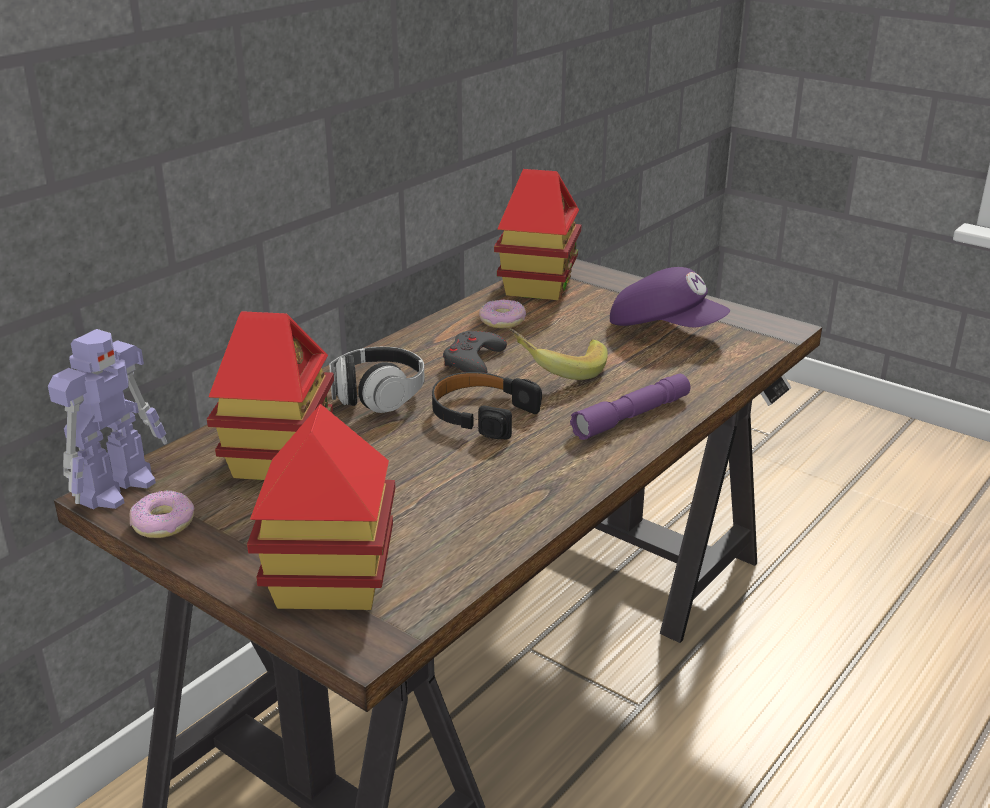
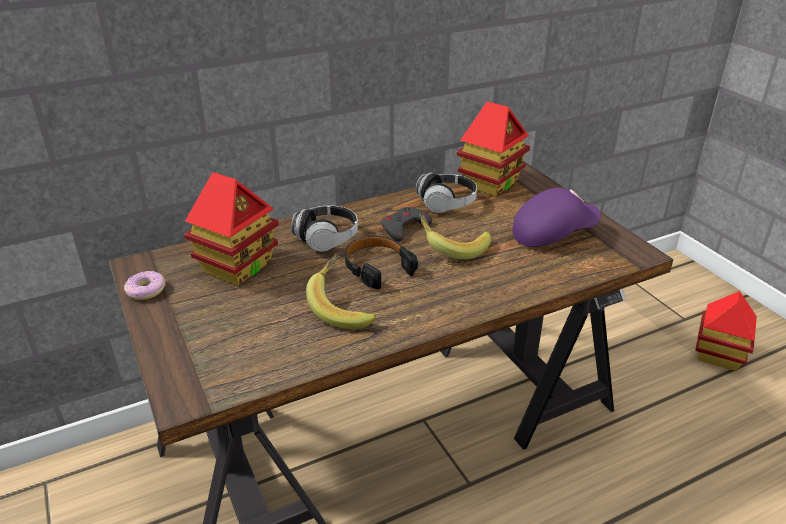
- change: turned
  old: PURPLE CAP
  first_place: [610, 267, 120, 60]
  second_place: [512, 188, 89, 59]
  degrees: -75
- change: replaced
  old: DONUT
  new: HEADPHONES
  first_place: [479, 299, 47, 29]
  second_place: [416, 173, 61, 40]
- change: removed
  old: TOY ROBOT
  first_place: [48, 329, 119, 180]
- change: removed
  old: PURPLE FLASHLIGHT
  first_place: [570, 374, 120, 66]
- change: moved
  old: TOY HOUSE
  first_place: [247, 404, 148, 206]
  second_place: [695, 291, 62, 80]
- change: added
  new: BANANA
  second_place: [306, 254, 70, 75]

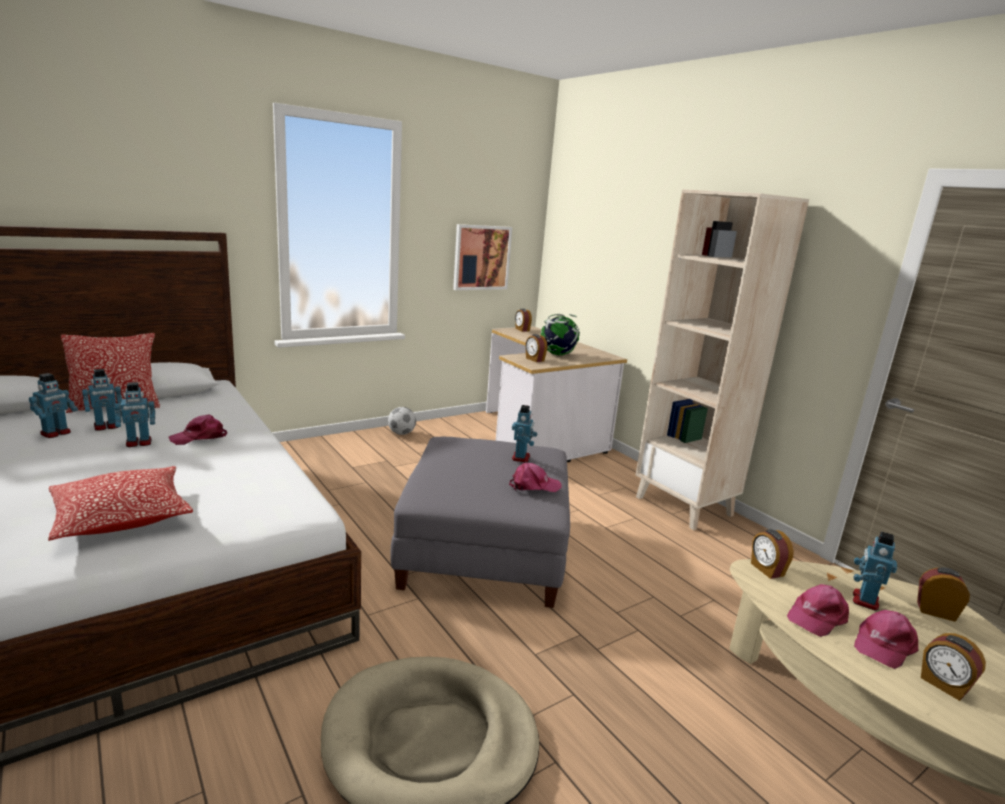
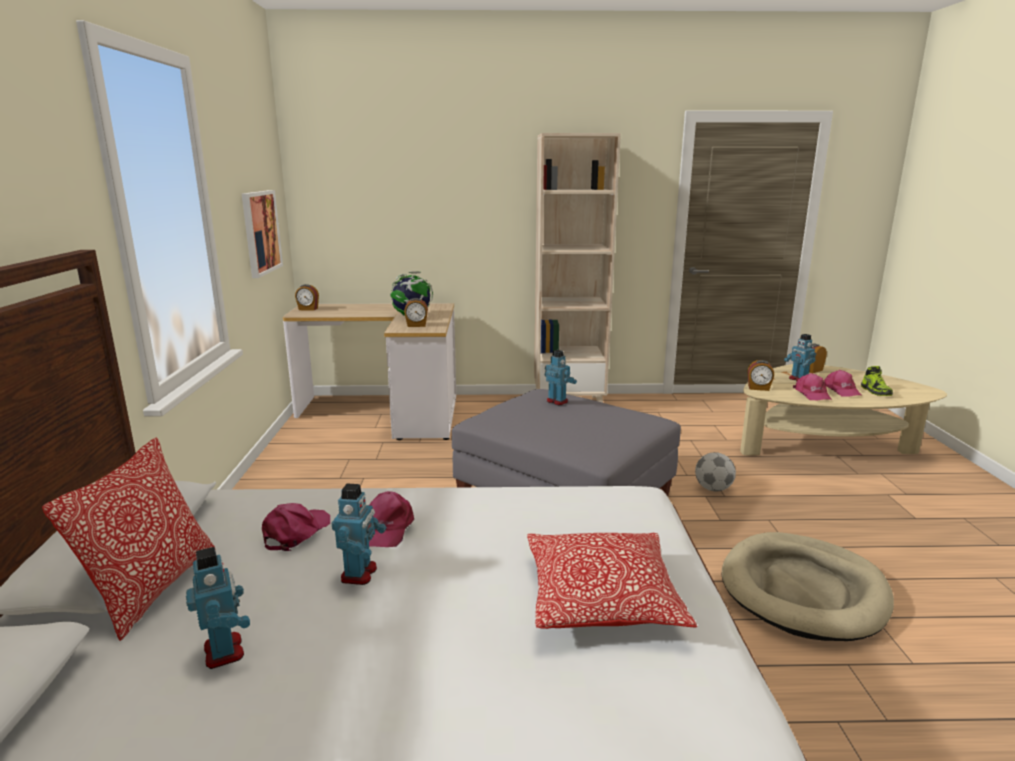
- change: removed
  old: TOY ROBOT
  first_place: [82, 369, 40, 62]
- change: moved
  old: FOOTBALL
  first_place: [388, 407, 28, 28]
  second_place: [695, 452, 41, 39]
- change: moved
  old: PINK CAP
  first_place: [509, 463, 53, 29]
  second_place: [262, 503, 68, 48]
- change: replaced
  old: ALARM CLOCK
  new: SHOE
  first_place: [921, 633, 65, 68]
  second_place: [861, 366, 32, 30]

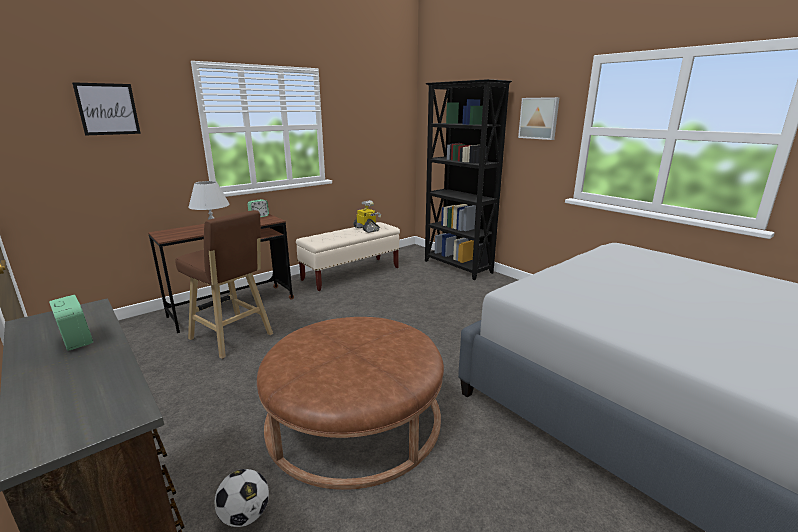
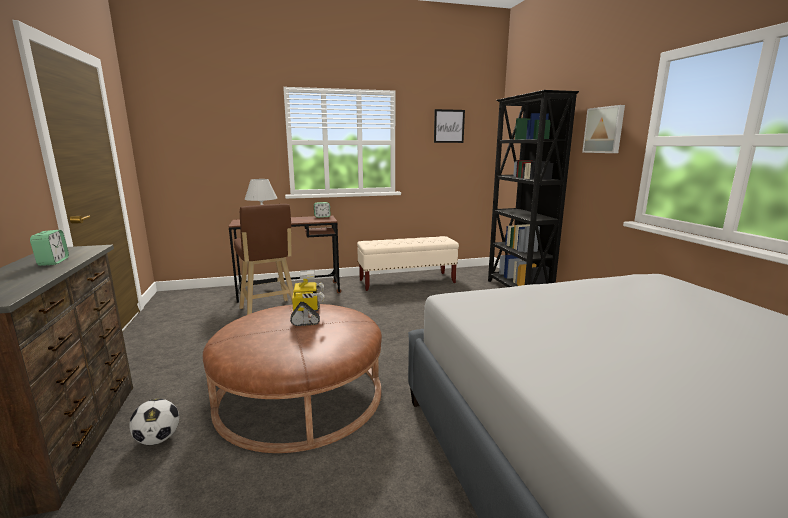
- change: moved
  old: PICTURE
  first_place: [72, 82, 69, 53]
  second_place: [434, 109, 31, 34]
- change: moved
  old: TOY ROBOT
  first_place: [353, 200, 28, 33]
  second_place: [290, 270, 34, 56]

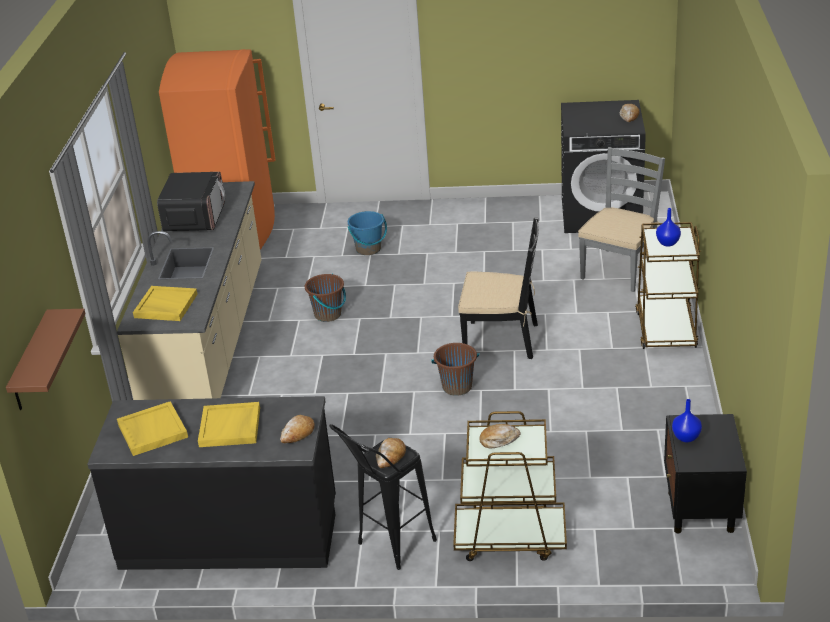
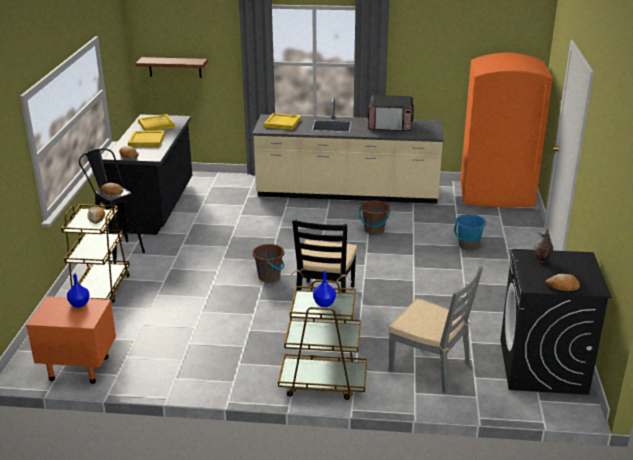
- change: recoloured
  old: BLACK NIGHTSTAND
  new: ORANGE NIGHTSTAND
  first_place: [664, 414, 83, 119]
  second_place: [26, 296, 90, 88]
- change: added
  new: VASE
  second_place: [534, 229, 19, 34]

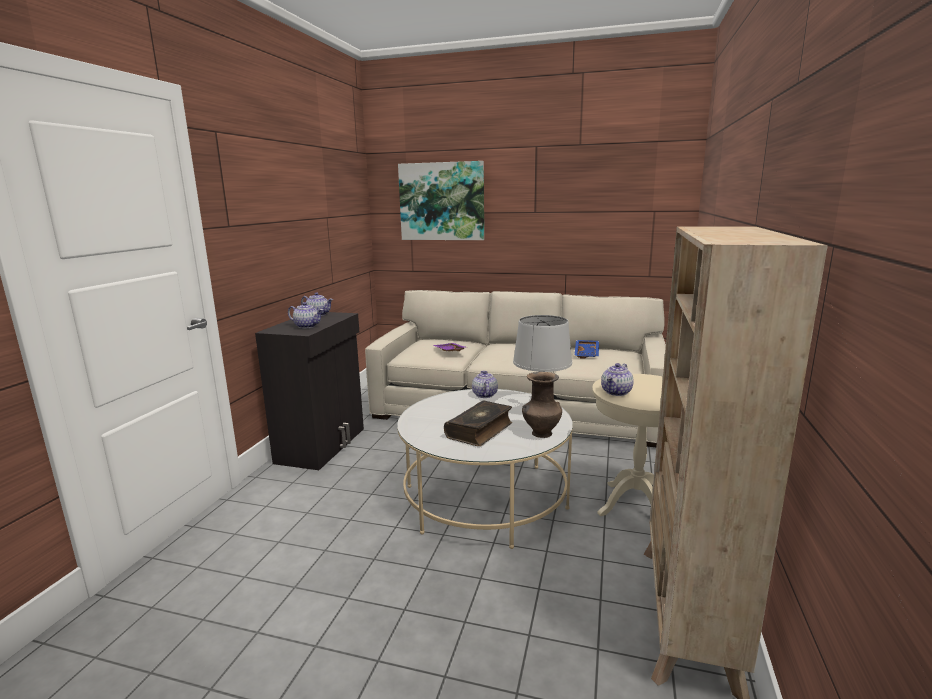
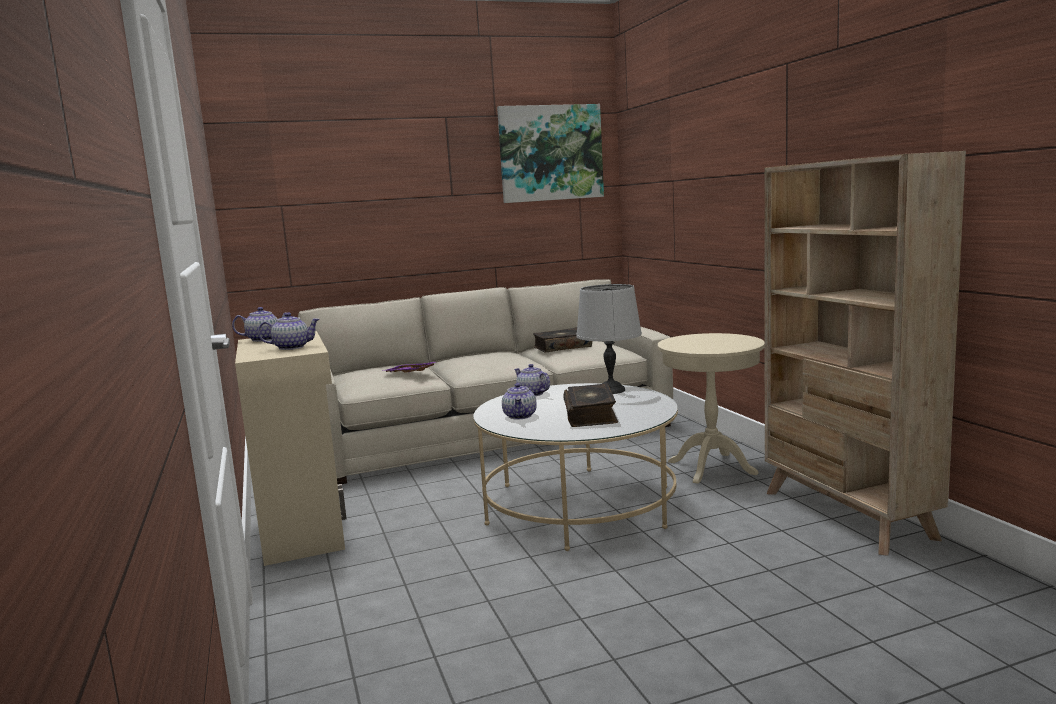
- change: moved
  old: PICTURE
  first_place: [398, 161, 86, 79]
  second_place: [497, 104, 107, 99]
- change: recoloured
  old: BLACK CABINET
  new: BEIGE CABINET
  first_place: [255, 312, 109, 158]
  second_place: [235, 331, 112, 235]
- change: replaced
  old: BLUE TRAY
  new: BOOK
  first_place: [574, 340, 25, 19]
  second_place: [533, 327, 59, 26]
- change: moved
  old: TEAPOT
  first_place: [601, 363, 32, 33]
  second_place: [502, 383, 35, 37]
- change: removed
  old: BROWN VASE
  first_place: [522, 372, 40, 66]

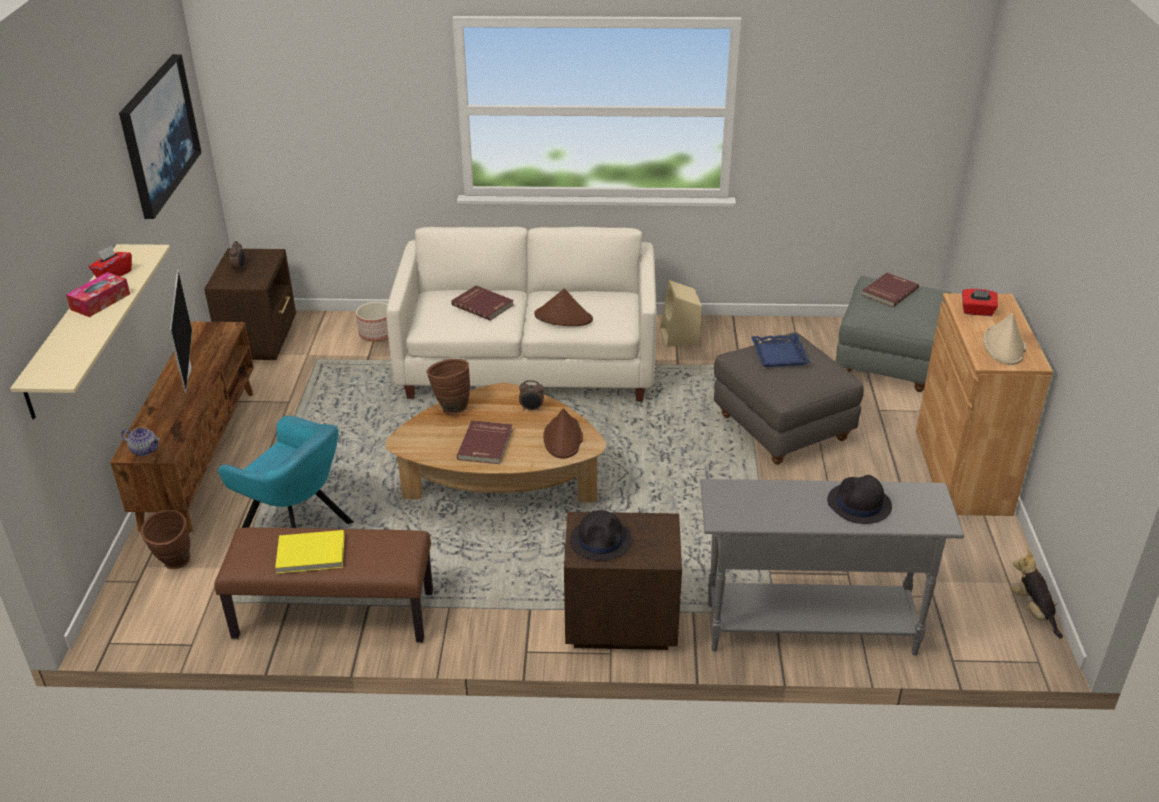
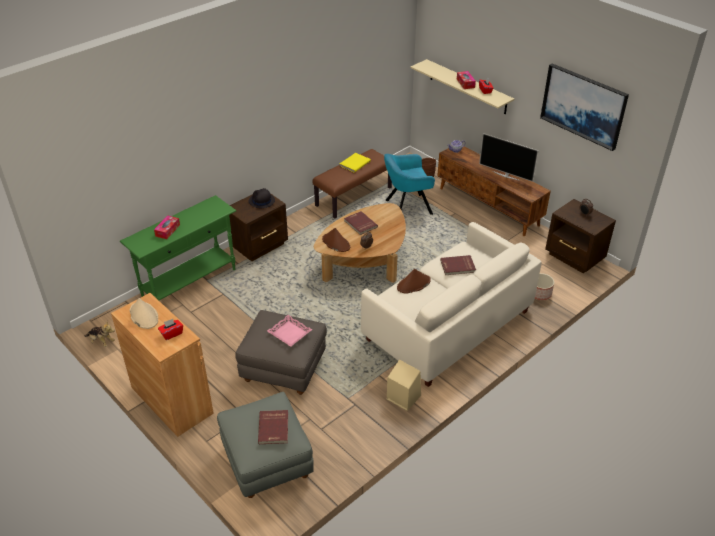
- change: recoloured
  old: BLUE TRAY
  new: PINK TRAY
  first_place: [751, 334, 59, 33]
  second_place: [267, 315, 45, 32]
- change: removed
  old: BROWN VASE
  first_place: [427, 359, 43, 56]
- change: replaced
  old: BLACK HAT
  new: TISSUE BOX
  first_place: [827, 475, 65, 49]
  second_place: [154, 215, 26, 24]
- change: recoloured
  old: GREY CONSOLE TABLE
  new: GREEN CONSOLE TABLE
  first_place: [700, 479, 264, 177]
  second_place: [120, 195, 116, 105]

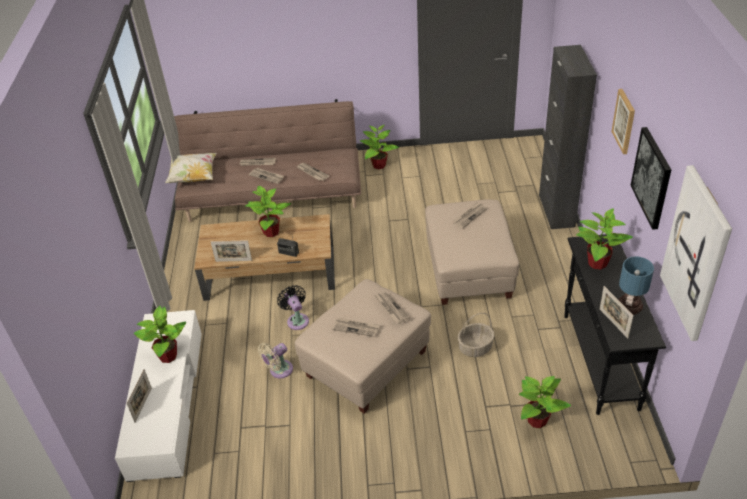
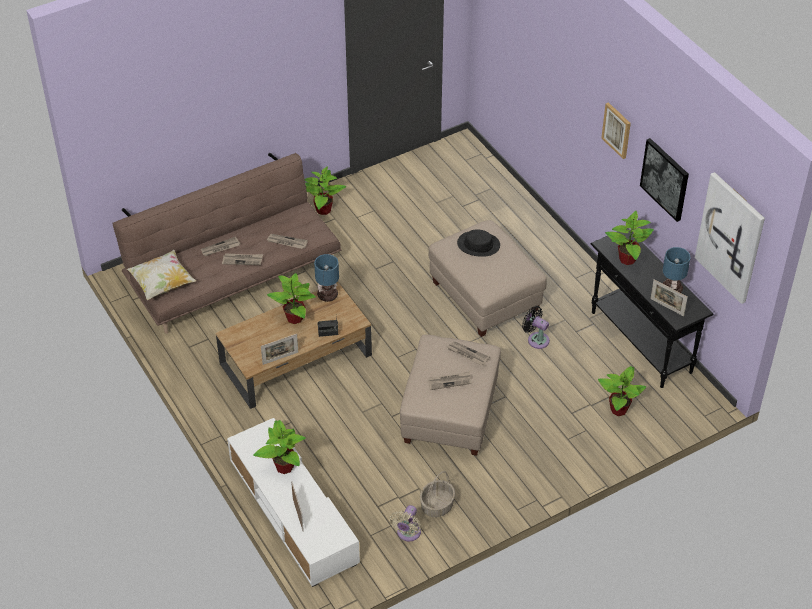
- change: removed
  old: BLACK CABINET
  first_place: [539, 45, 58, 184]
- change: replaced
  old: NEWSPAPER
  new: BLACK HAT
  first_place: [453, 201, 33, 28]
  second_place: [457, 229, 43, 28]
- change: moved
  old: BLACK FAN
  first_place: [277, 285, 32, 45]
  second_place: [522, 306, 28, 43]
- change: moved
  old: BASKET
  first_place: [458, 313, 36, 44]
  second_place: [420, 471, 35, 46]
- change: moved
  old: BEIGE FAN
  first_place: [258, 343, 35, 35]
  second_place: [390, 505, 31, 36]
- change: added
  new: TABLE LAMP
  second_place: [314, 254, 25, 48]

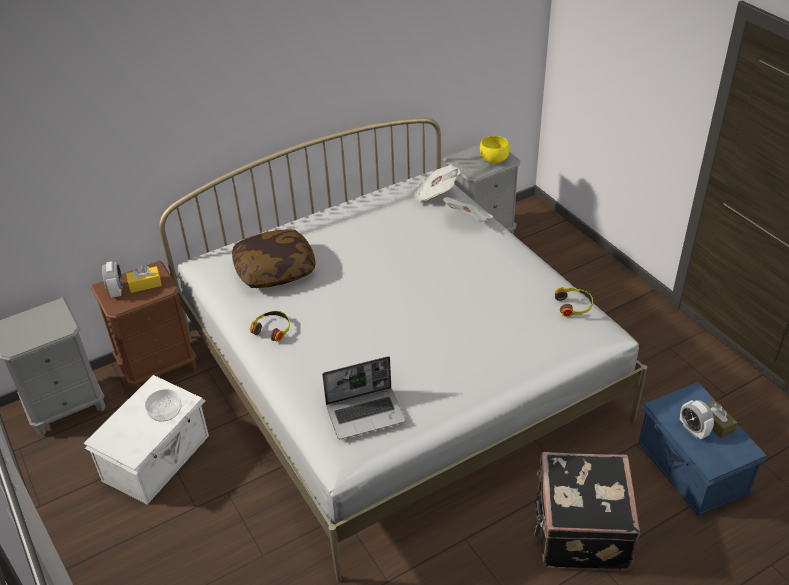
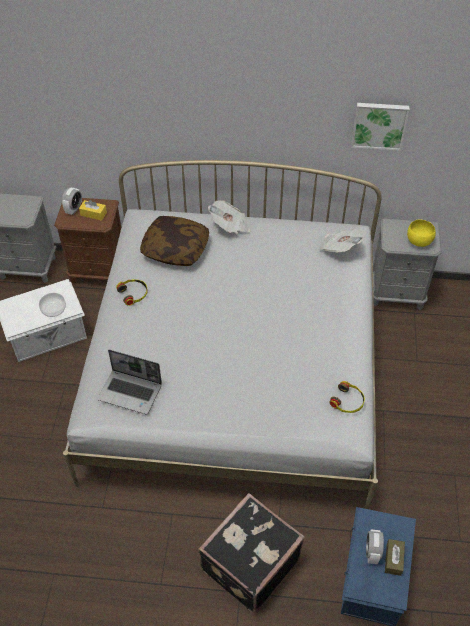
- change: moved
  old: NEWSPAPER
  first_place: [443, 197, 51, 25]
  second_place: [208, 200, 42, 34]
- change: added
  new: PICTURE
  second_place: [351, 103, 59, 48]

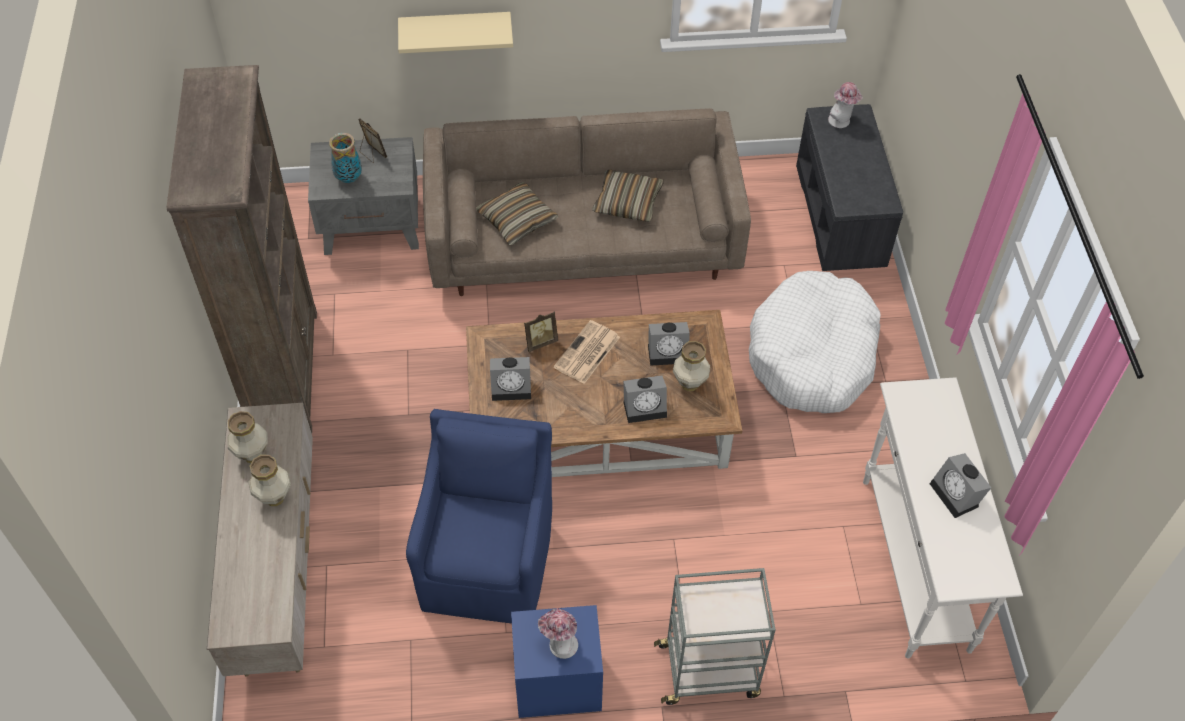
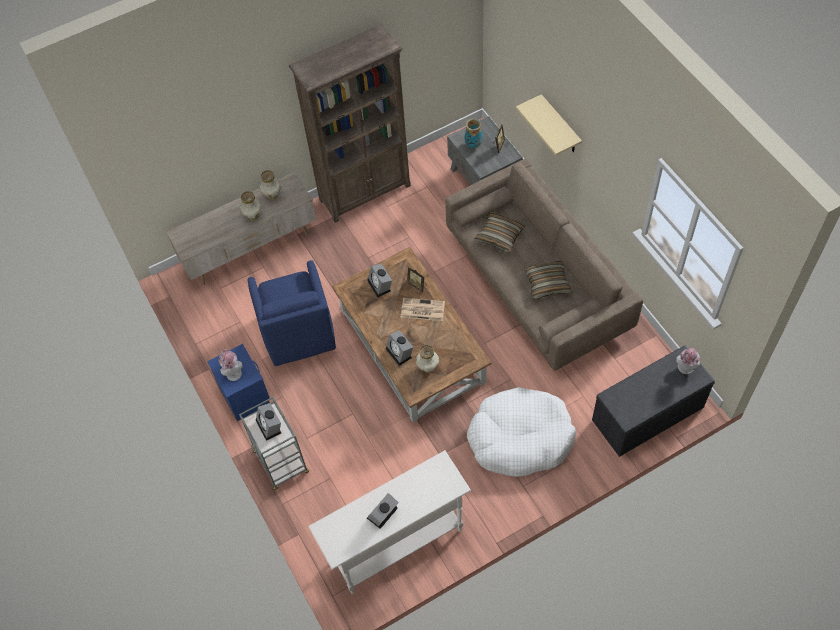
- change: moved
  old: ALARM CLOCK
  first_place: [648, 322, 42, 44]
  second_place: [256, 403, 25, 38]
- change: turned
  old: BLUE ARMCHAIR
  first_place: [406, 409, 146, 214]
  second_place: [247, 260, 89, 106]
  degrees: 90

